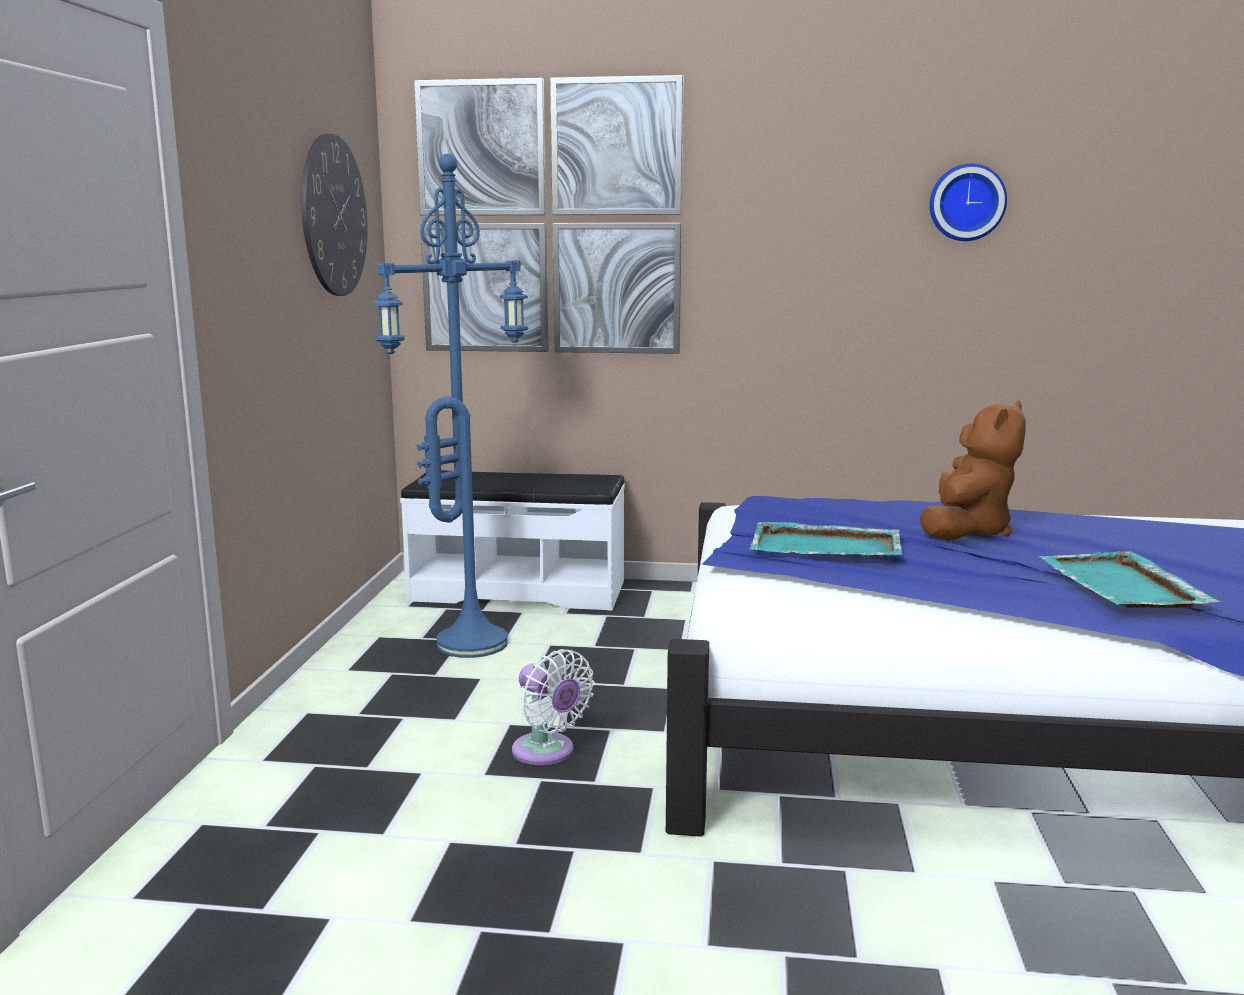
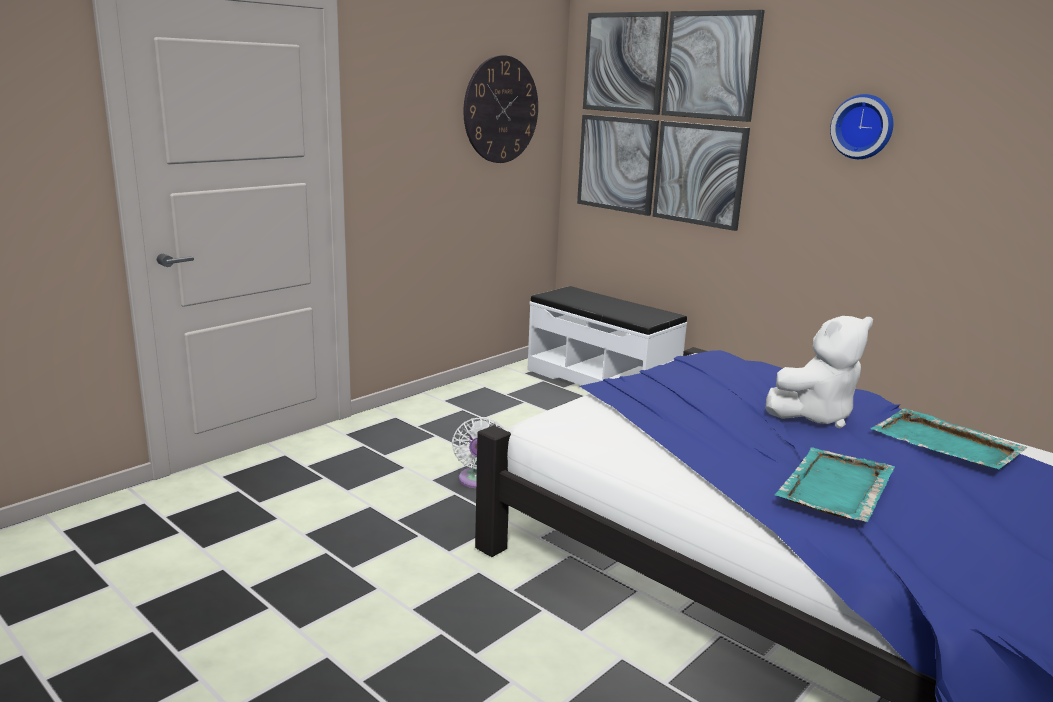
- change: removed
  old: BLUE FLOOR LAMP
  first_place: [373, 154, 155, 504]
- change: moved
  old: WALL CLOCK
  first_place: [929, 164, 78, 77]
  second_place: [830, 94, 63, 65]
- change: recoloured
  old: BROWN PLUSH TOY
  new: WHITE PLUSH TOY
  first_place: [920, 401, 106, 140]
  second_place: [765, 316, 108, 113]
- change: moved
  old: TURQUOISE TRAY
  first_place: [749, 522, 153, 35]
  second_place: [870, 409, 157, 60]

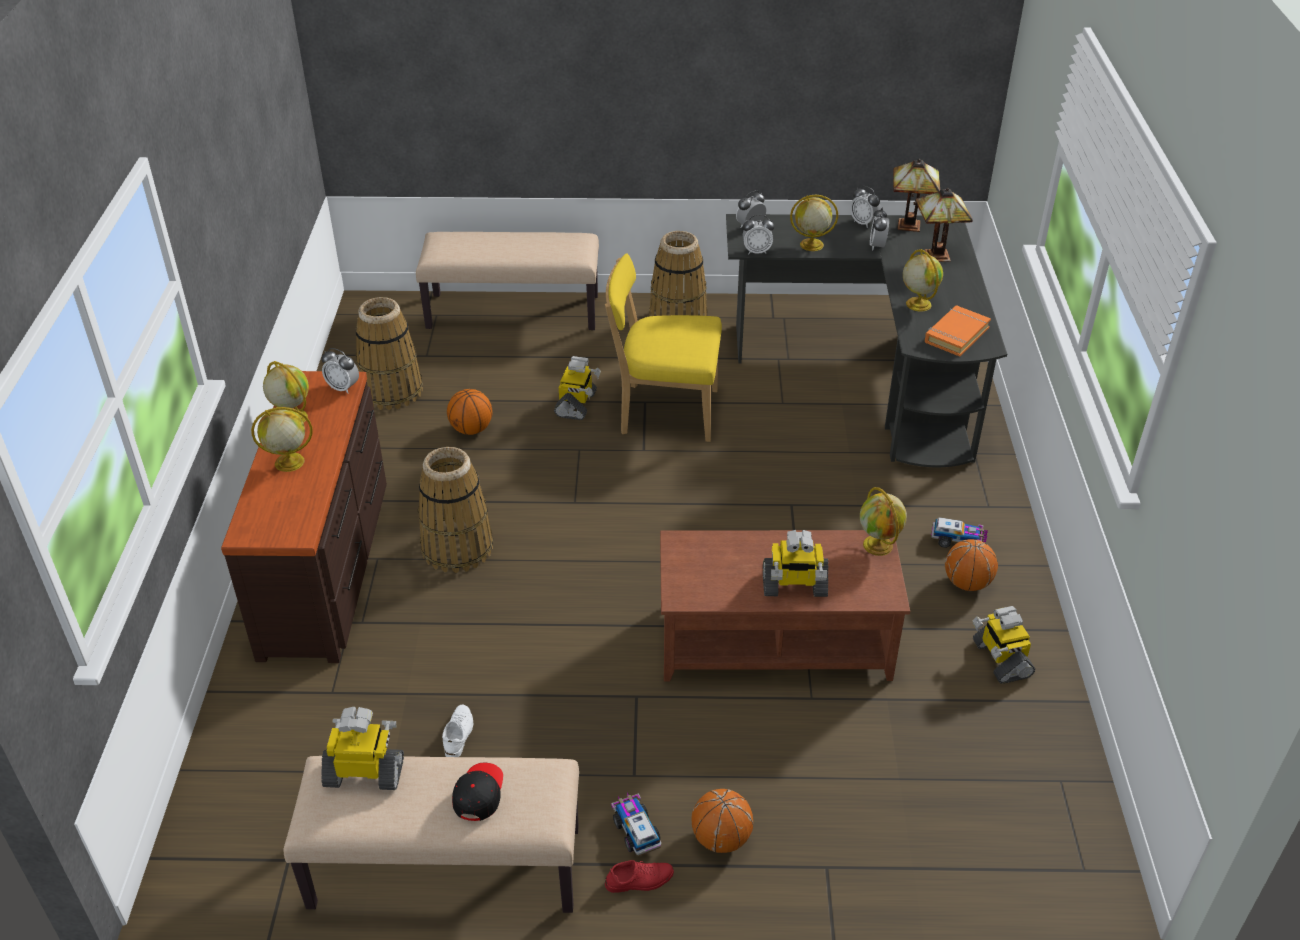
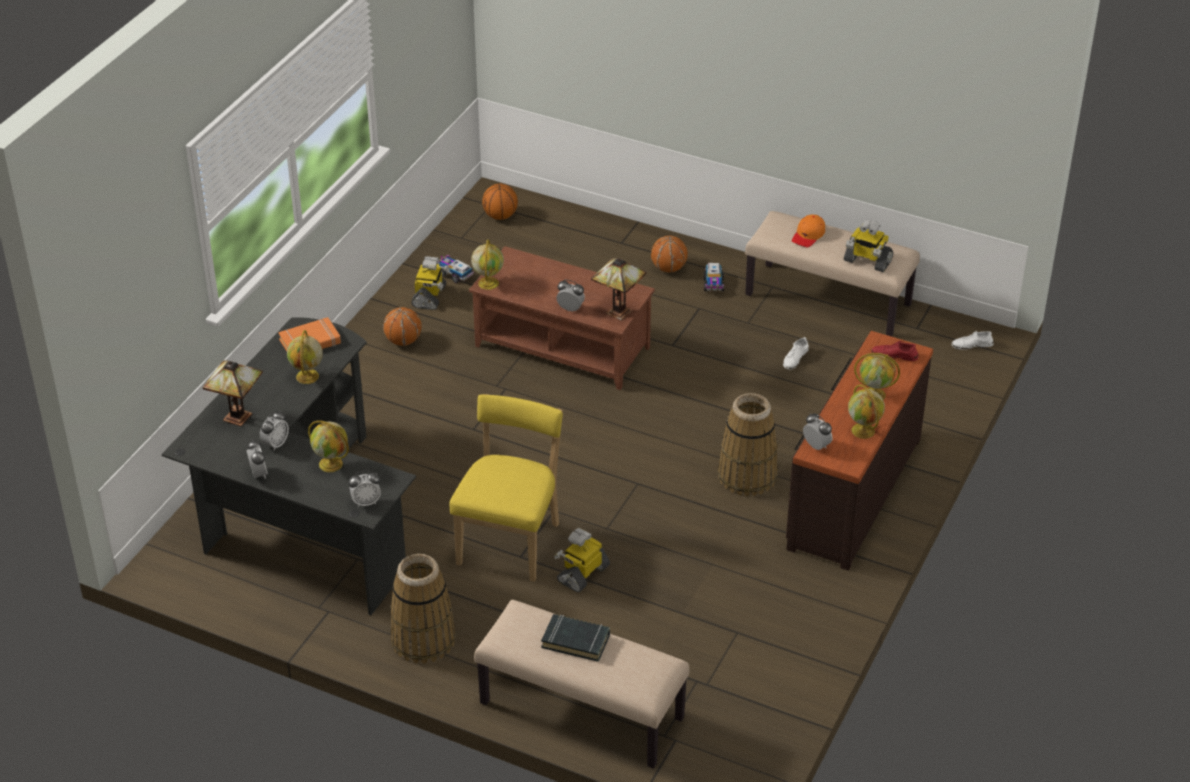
- change: moved
  old: TABLE LAMP
  first_place: [893, 159, 47, 73]
  second_place: [591, 258, 56, 63]
- change: moved
  old: ALARM CLOCK
  first_place: [743, 215, 31, 39]
  second_place: [556, 280, 29, 31]
- change: turned
  old: YELLOW CHAIR
  first_place: [605, 253, 117, 189]
  second_place: [450, 394, 113, 188]
  degrees: -105
- change: removed
  old: BASKET
  first_place: [356, 297, 67, 113]
- change: moved
  old: BASKETBALL
  first_place: [447, 389, 45, 46]
  second_place: [482, 184, 36, 36]
- change: moved
  old: TOY TRUCK
  first_place: [931, 517, 57, 31]
  second_place: [438, 255, 36, 28]
- change: removed
  old: TOY ROBOT
  first_place: [763, 530, 65, 67]
- change: recoloured
  old: BLACK CAP
  new: ORANGE CAP
  first_place: [452, 763, 51, 58]
  second_place: [792, 214, 33, 33]
- change: moved
  old: RED SHOE
  first_place: [605, 860, 69, 33]
  second_place: [871, 341, 47, 20]
- change: added
  new: WHITE SHOE
  second_place: [952, 331, 42, 19]
- change: added
  new: BLACK BOOK
  second_place: [541, 614, 69, 48]

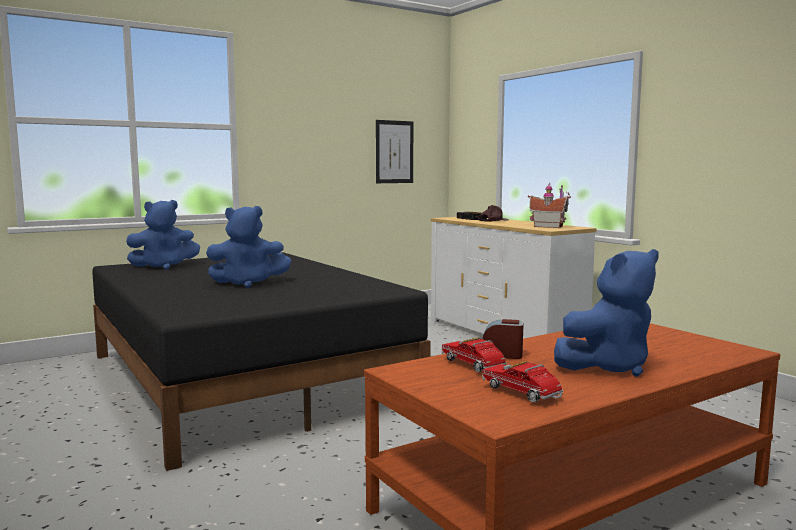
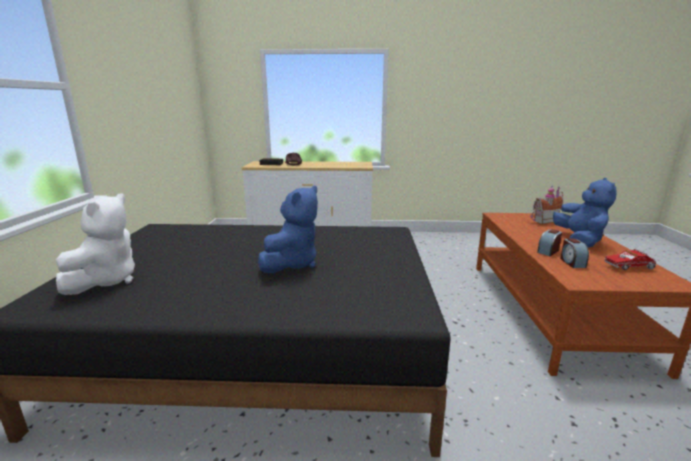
- change: removed
  old: PICTURE
  first_place: [376, 120, 37, 63]
- change: moved
  old: TOY HOUSE
  first_place: [528, 183, 43, 45]
  second_place: [530, 185, 33, 39]
- change: recoloured
  old: BLUE PLUSH TOY
  new: WHITE PLUSH TOY
  first_place: [126, 200, 74, 70]
  second_place: [56, 193, 79, 102]
- change: replaced
  old: TOY TRUCK
  new: ALARM CLOCK
  first_place: [442, 337, 65, 35]
  second_place: [560, 238, 29, 30]

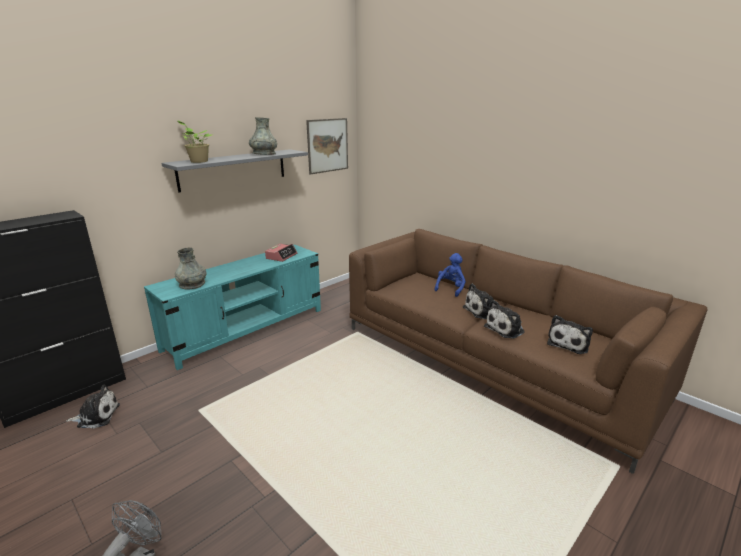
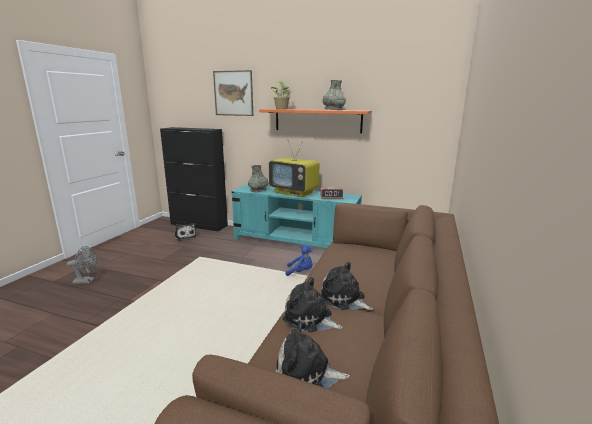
- change: moved
  old: PICTURE
  first_place: [306, 118, 42, 57]
  second_place: [213, 70, 40, 46]
- change: recoloured
  old: GREY SHELF
  new: ORANGE SHELF
  first_place: [162, 149, 146, 44]
  second_place: [259, 109, 113, 24]
- change: moved
  old: BLUE PLUSH TOY
  first_place: [434, 253, 32, 44]
  second_place: [285, 245, 28, 31]
- change: added
  new: TELEVISION
  second_place: [269, 141, 50, 56]

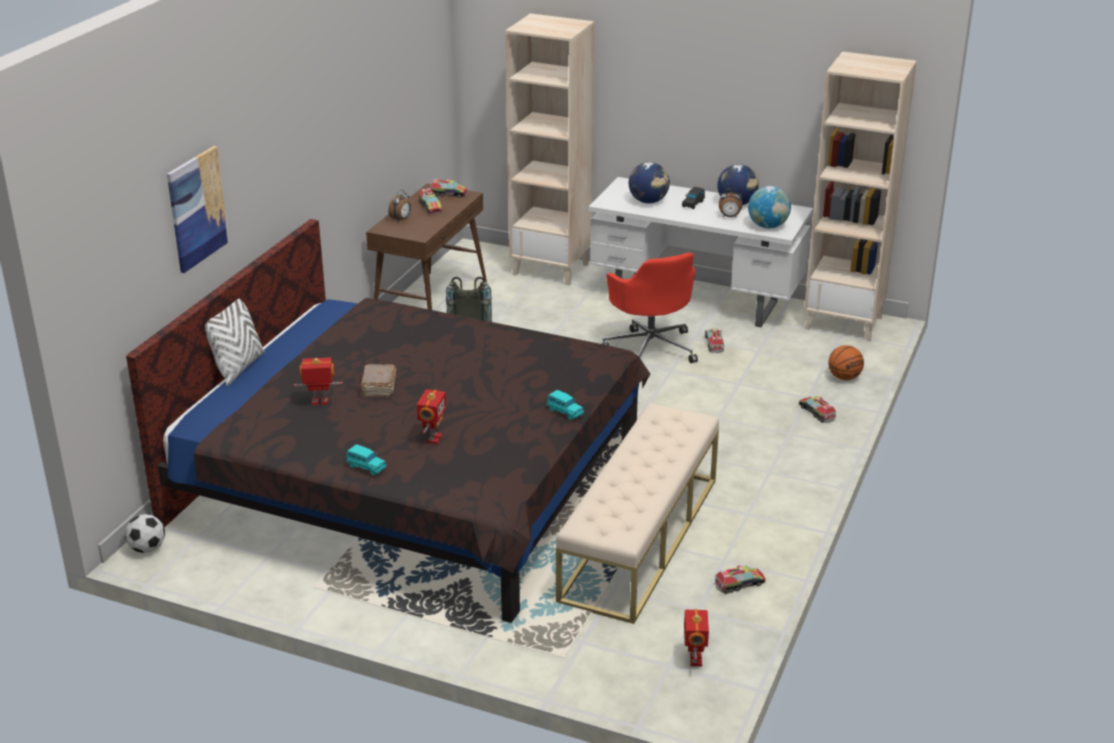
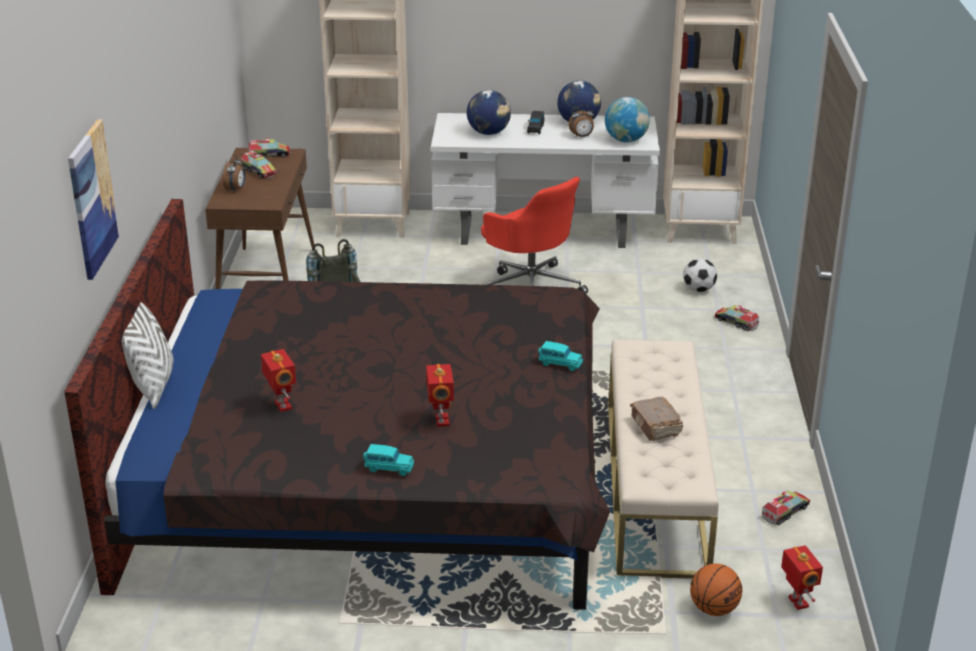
- change: removed
  old: TOY TRUCK
  first_place: [705, 329, 19, 24]
- change: moved
  old: BASKETBALL
  first_place: [828, 345, 36, 35]
  second_place: [690, 564, 52, 52]
- change: turned
  old: TOY ROBOT
  first_place: [293, 357, 50, 48]
  second_place: [261, 349, 35, 63]
  degrees: 90
- change: moved
  old: BROWN BOOK
  first_place: [361, 364, 35, 33]
  second_place: [630, 397, 53, 44]
- change: moved
  old: FOOTBALL
  first_place: [125, 514, 40, 39]
  second_place: [683, 258, 34, 34]

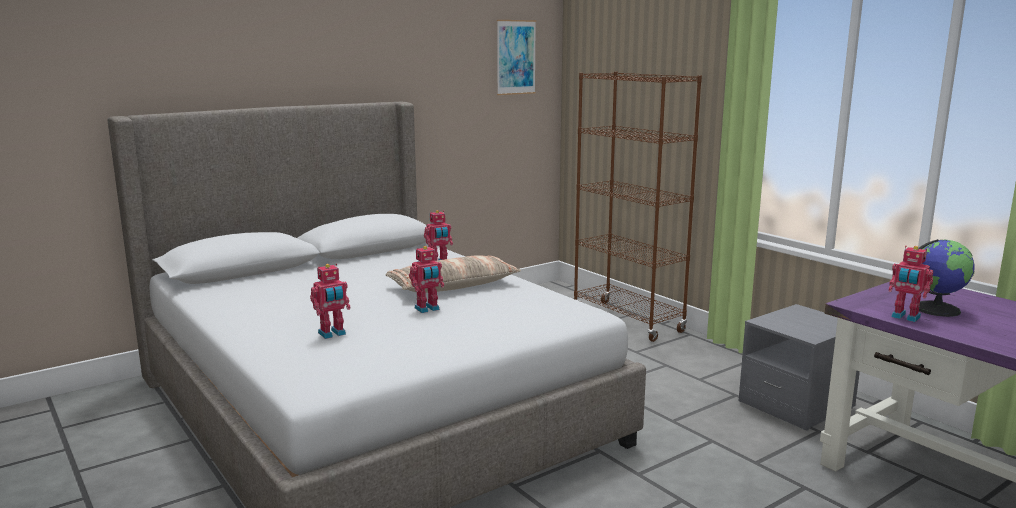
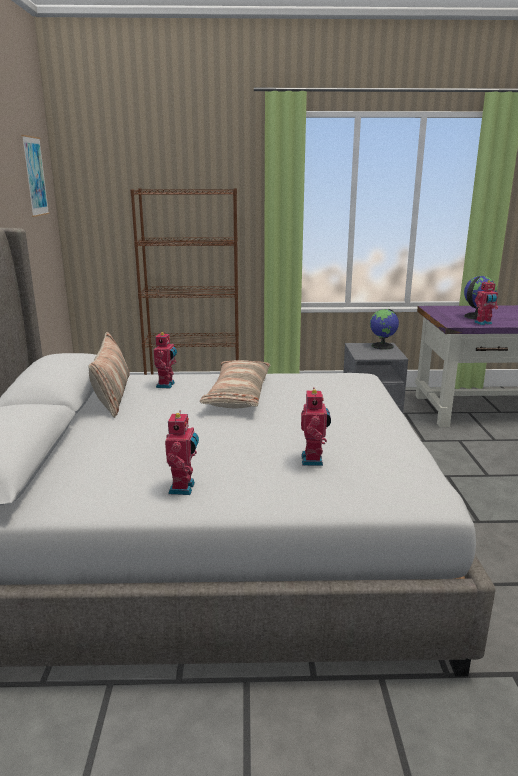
- change: moved
  old: TOY ROBOT
  first_place: [409, 246, 35, 67]
  second_place: [165, 410, 34, 85]
- change: added
  new: GLOBE
  second_place: [370, 309, 29, 41]
- change: added
  new: PILLOW
  second_place: [89, 332, 41, 86]

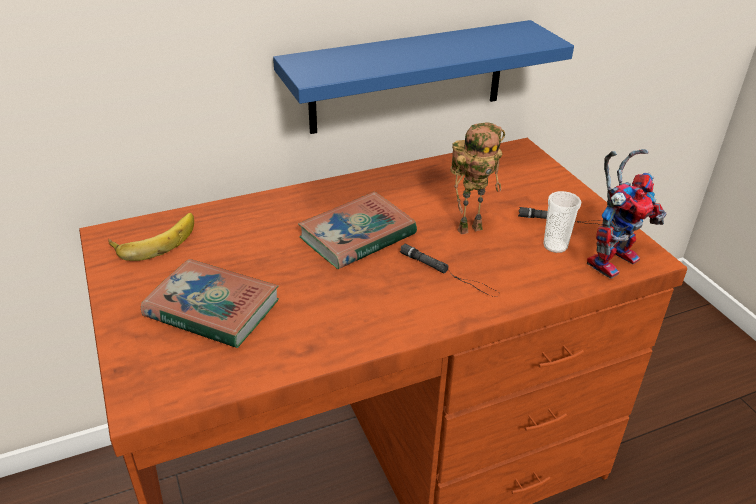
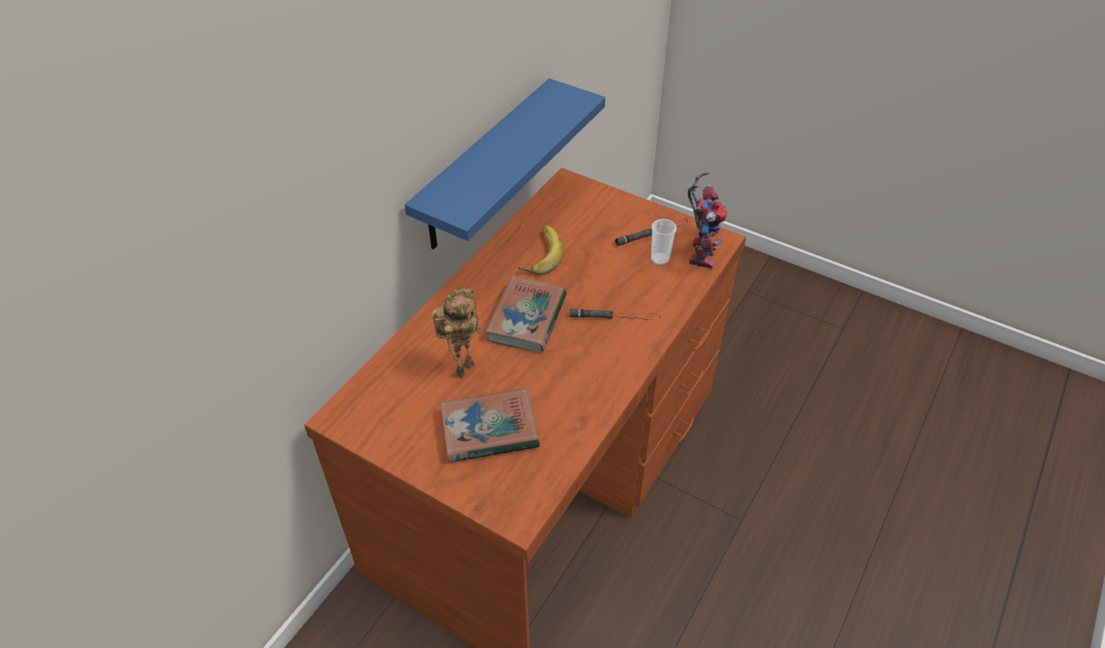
- change: moved
  old: TOY ROBOT
  first_place: [450, 122, 55, 113]
  second_place: [432, 288, 50, 91]
- change: moved
  old: BANANA
  first_place: [108, 213, 86, 48]
  second_place: [518, 225, 46, 51]

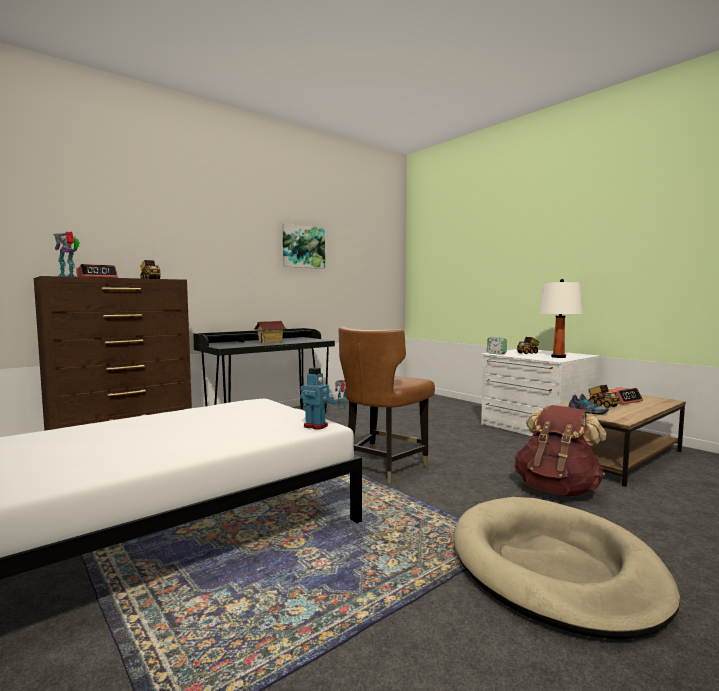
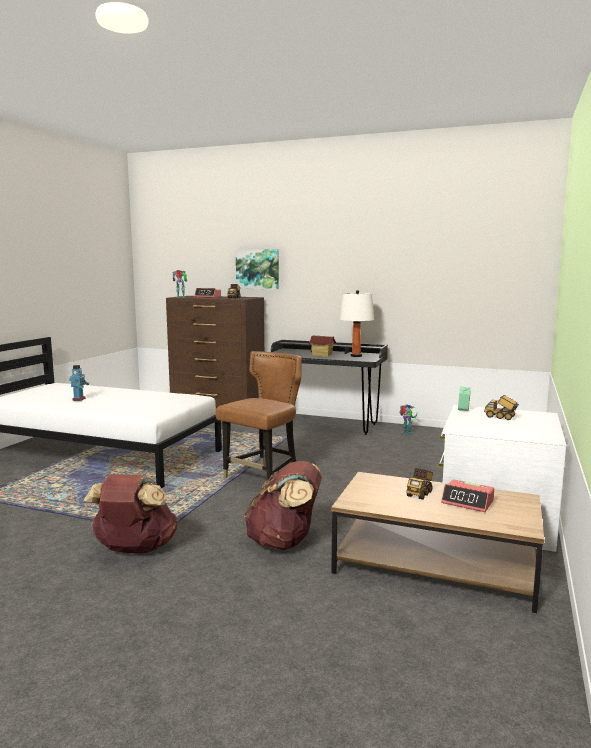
- change: moved
  old: PICTURE
  first_place: [283, 224, 42, 45]
  second_place: [236, 249, 43, 40]
- change: moved
  old: WHITE TABLE LAMP
  first_place: [539, 279, 44, 79]
  second_place: [340, 290, 34, 67]
- change: turned
  old: BROWN CHAIR
  first_place: [339, 327, 96, 157]
  second_place: [215, 351, 87, 129]
  degrees: 120
- change: moved
  old: TOY ROBOT
  first_place: [300, 367, 36, 63]
  second_place: [69, 365, 20, 36]
- change: removed
  old: SHOE
  first_place: [568, 394, 41, 21]
- change: replaced
  old: BEIGE DOG BED
  new: BROWN BACKPACK
  first_place: [454, 497, 226, 142]
  second_place: [83, 474, 94, 79]

